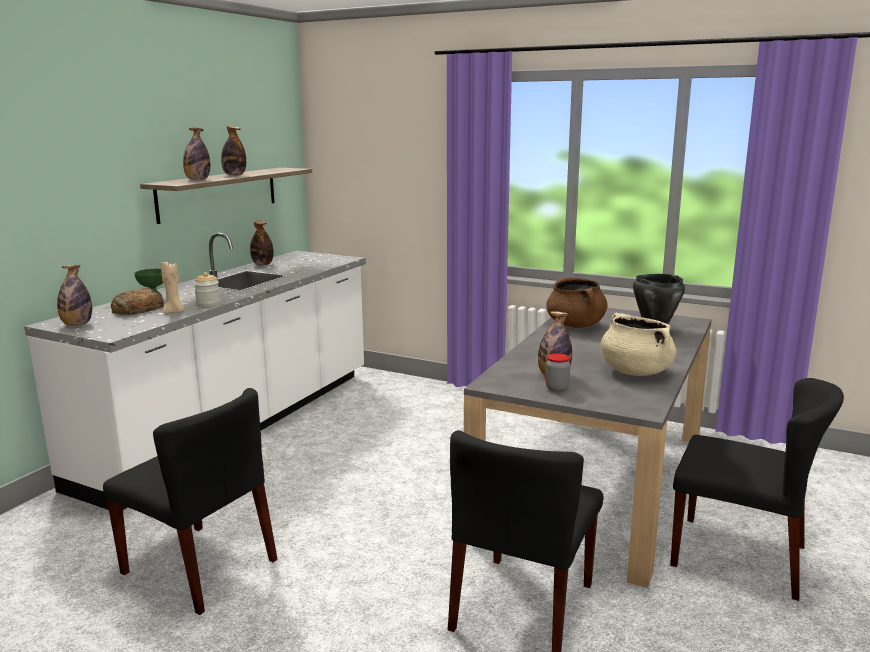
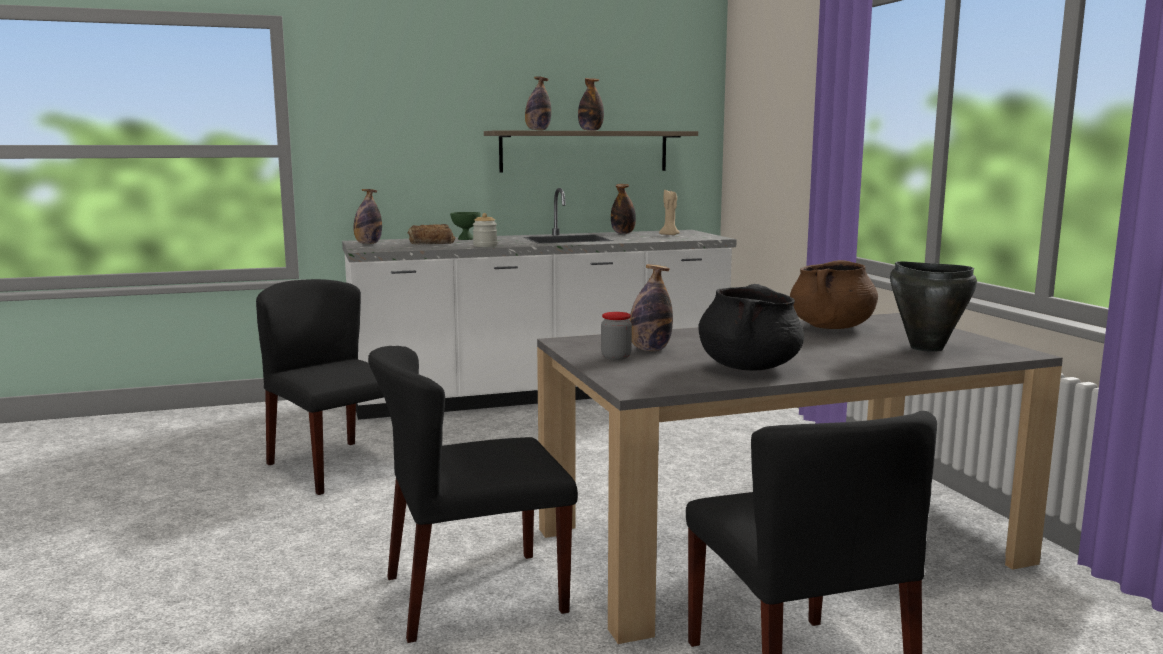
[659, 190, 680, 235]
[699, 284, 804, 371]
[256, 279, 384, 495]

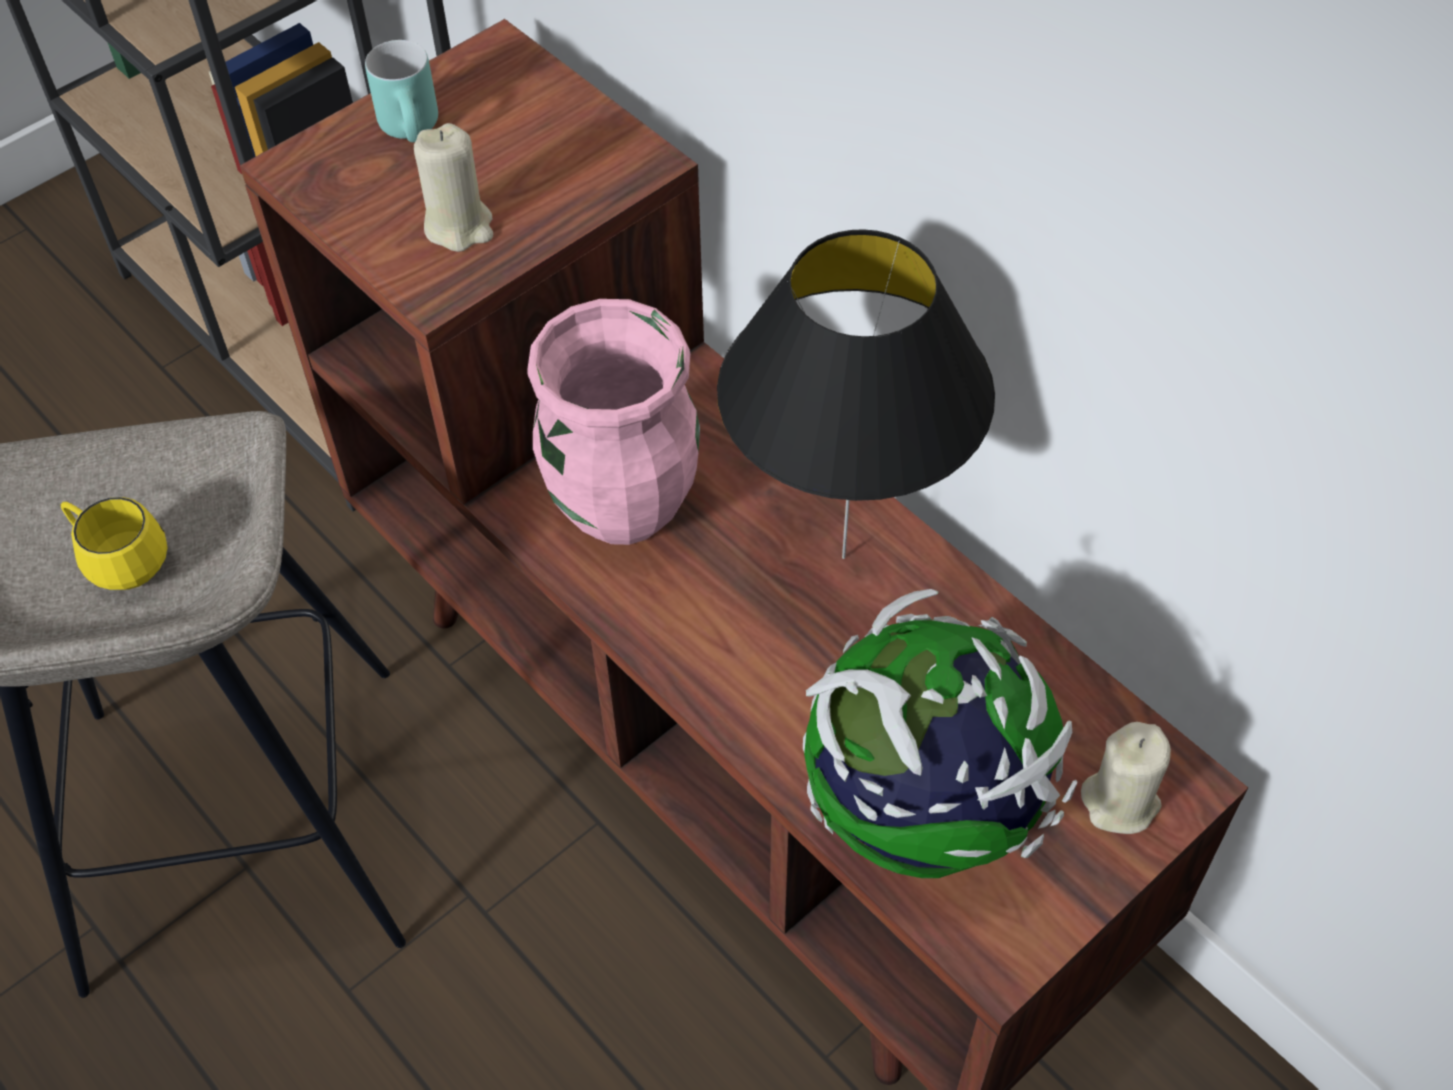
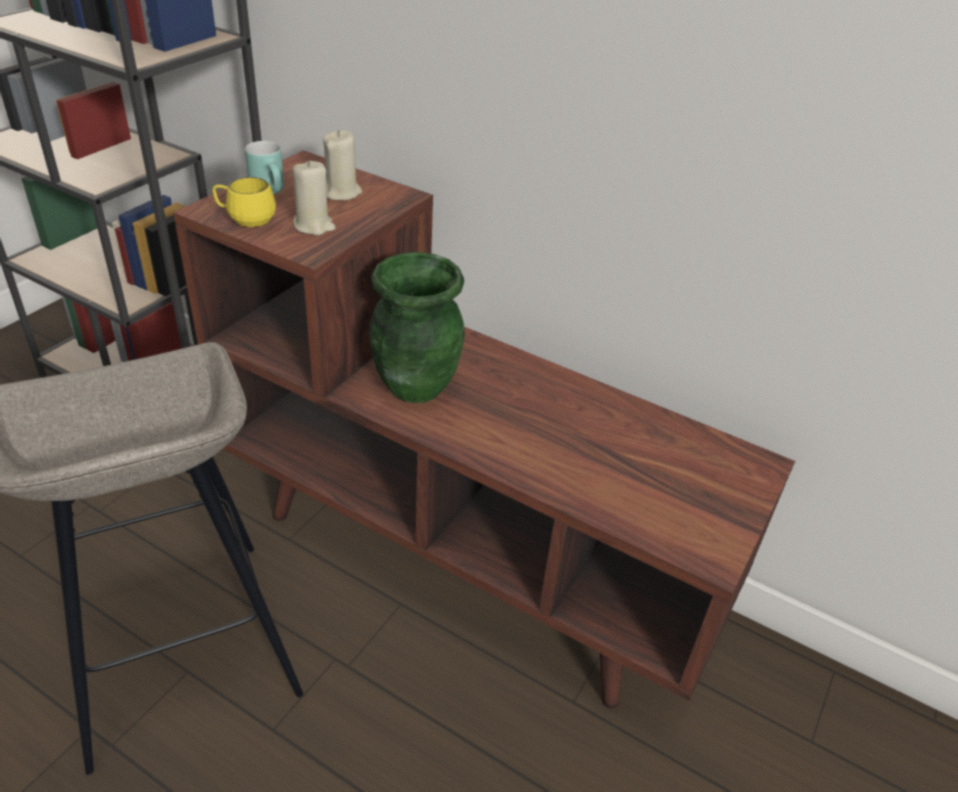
[717, 229, 995, 559] (first image)
[369, 252, 465, 403]
[212, 177, 276, 227]
[803, 589, 1078, 878] (first image)
[323, 130, 362, 200]

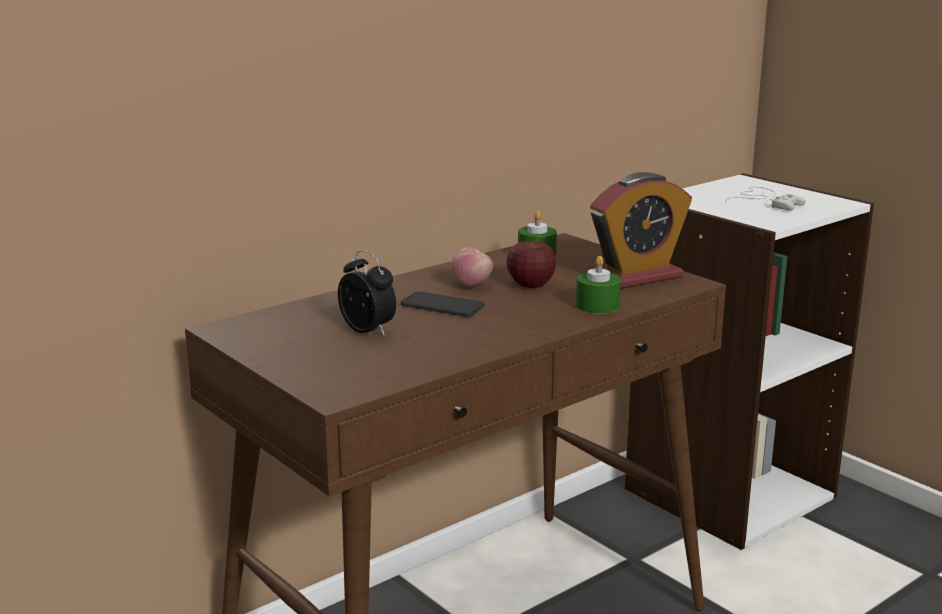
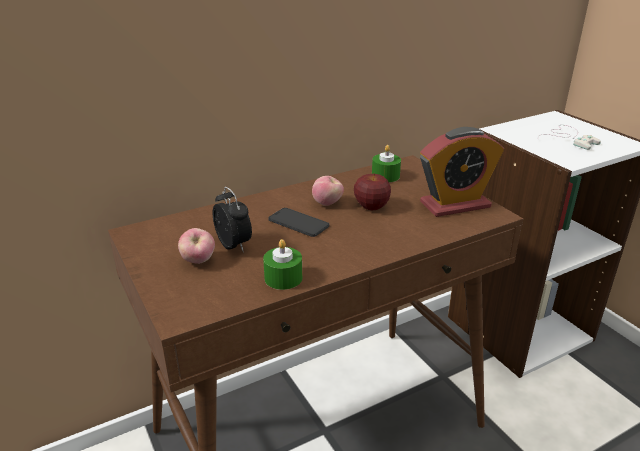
[263, 239, 302, 290]
[178, 228, 215, 264]

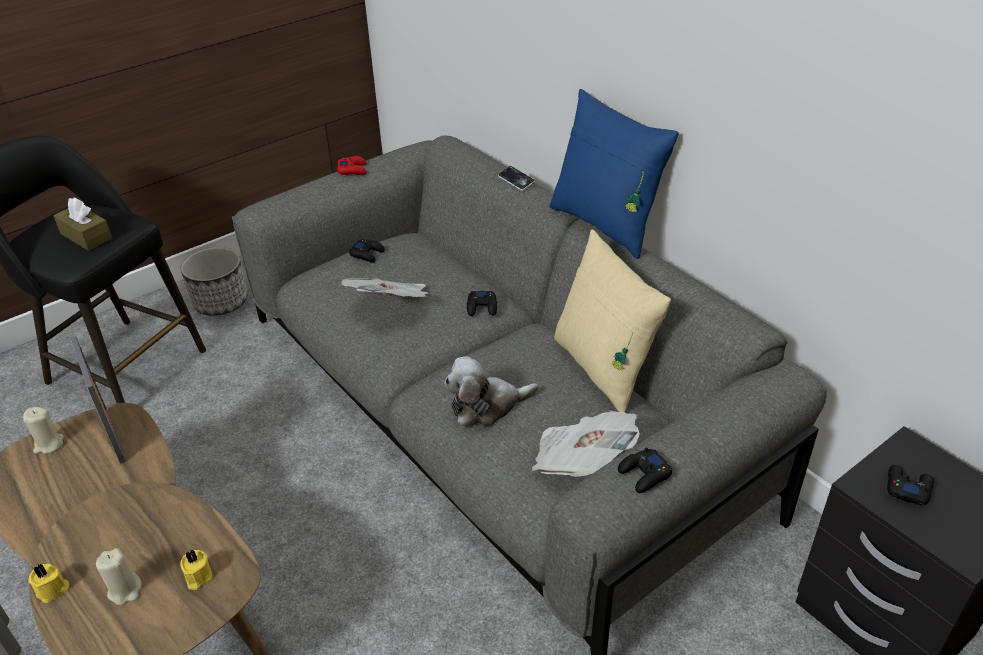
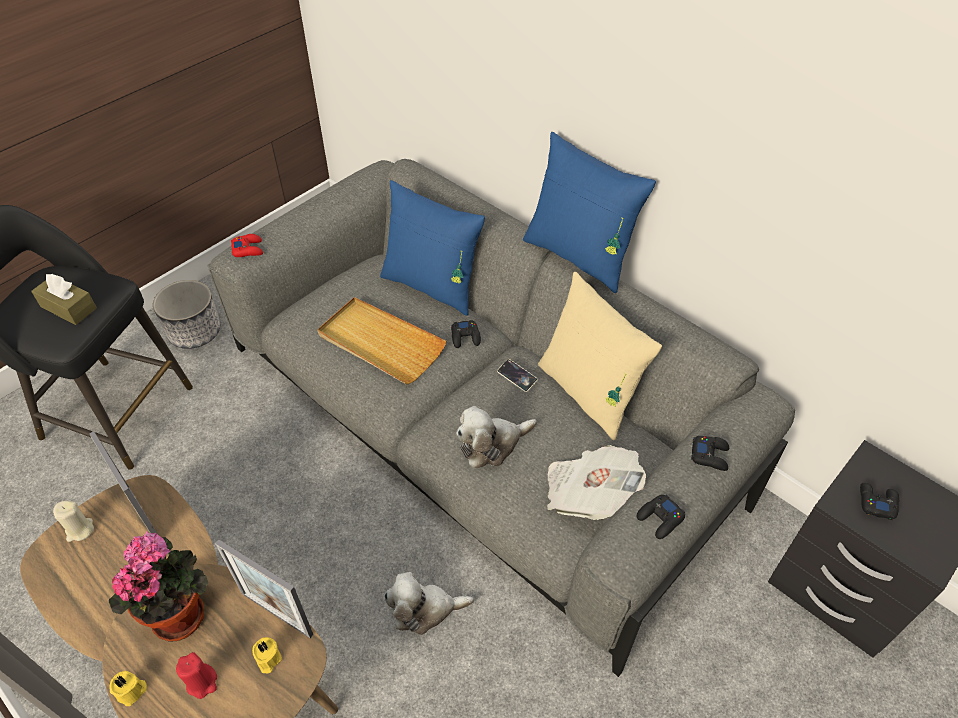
[231, 234, 263, 257]
[497, 359, 538, 392]
[691, 436, 729, 471]
[317, 297, 446, 385]
[176, 652, 217, 699]
[380, 180, 485, 316]
[109, 531, 208, 642]
[215, 539, 313, 638]
[384, 572, 474, 635]

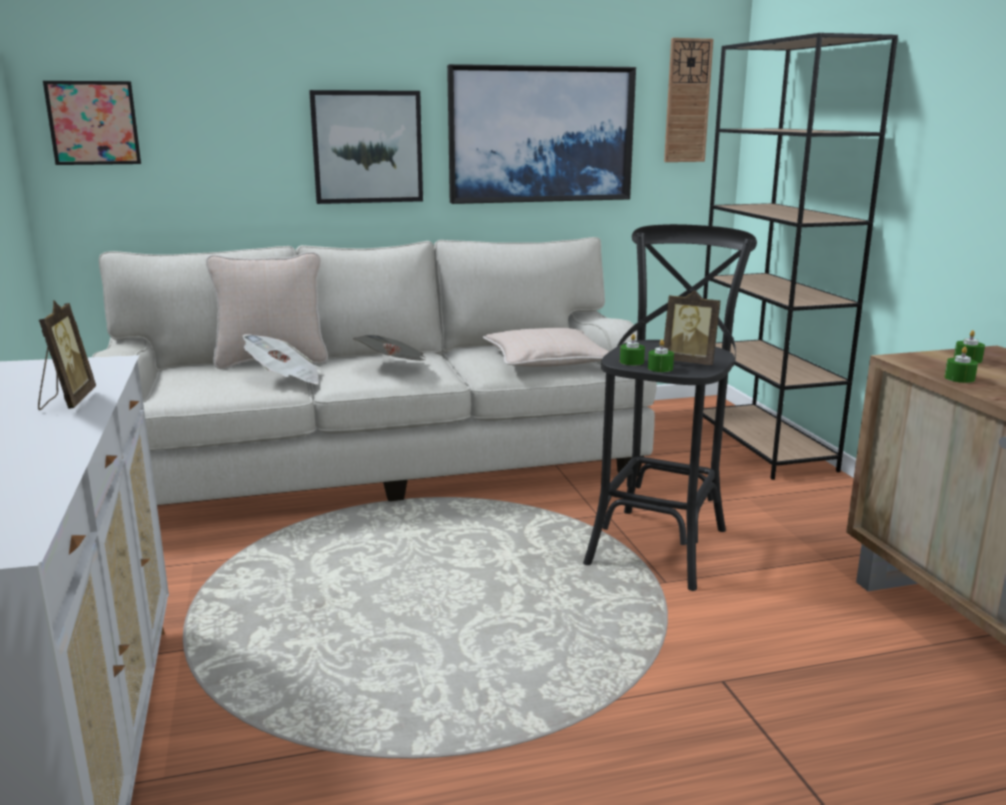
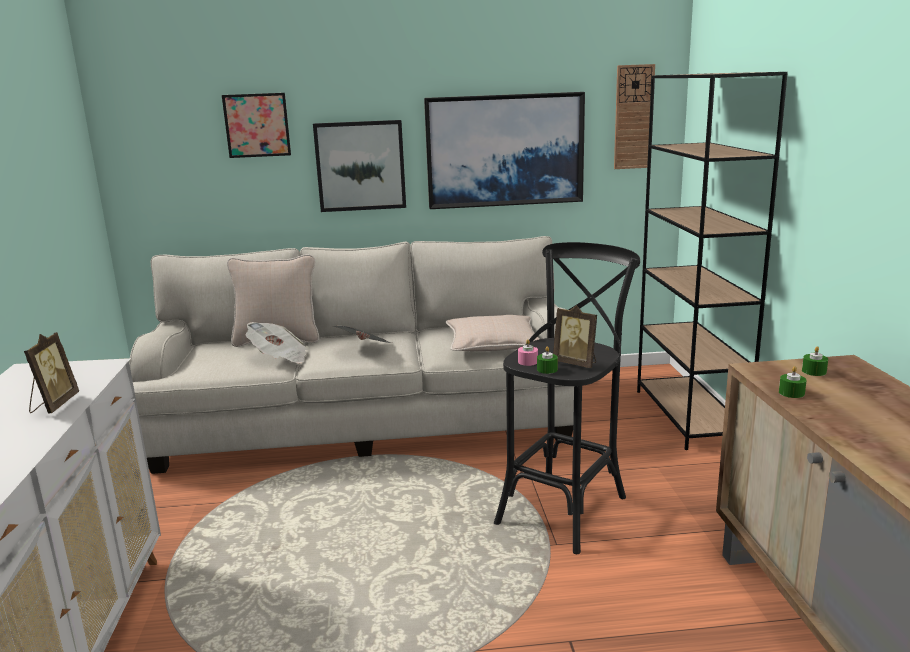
[222, 93, 291, 158]
[518, 339, 538, 366]

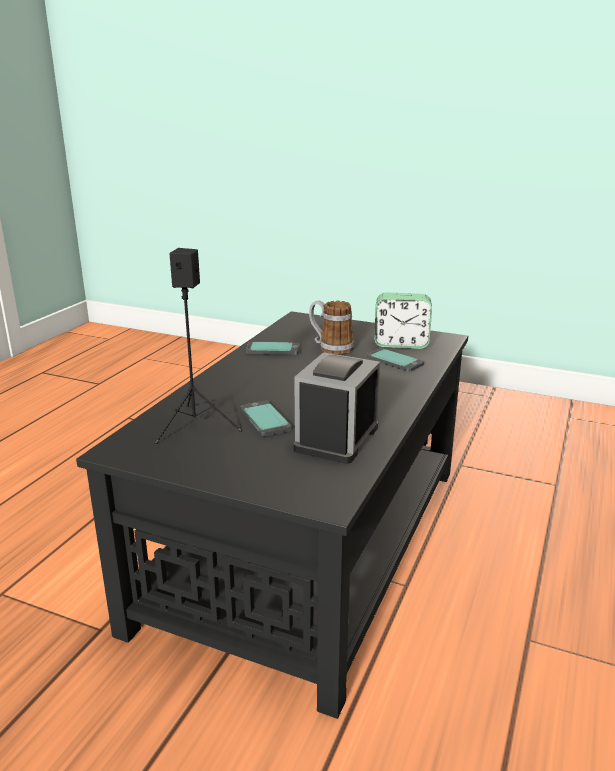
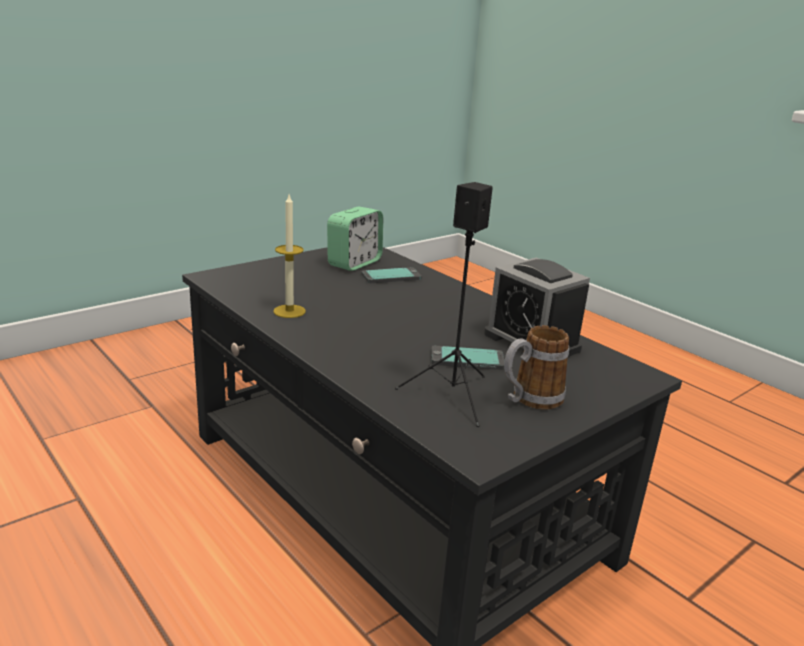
[504, 325, 569, 410]
[273, 195, 306, 318]

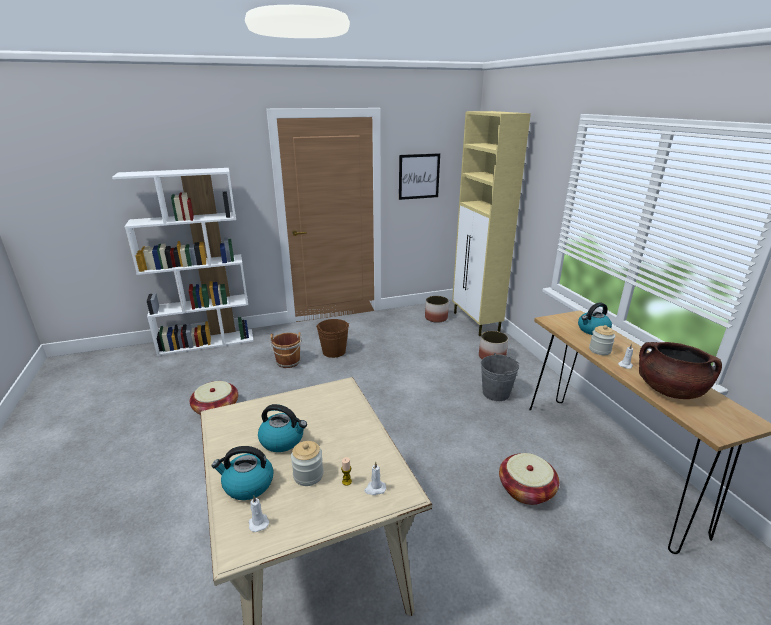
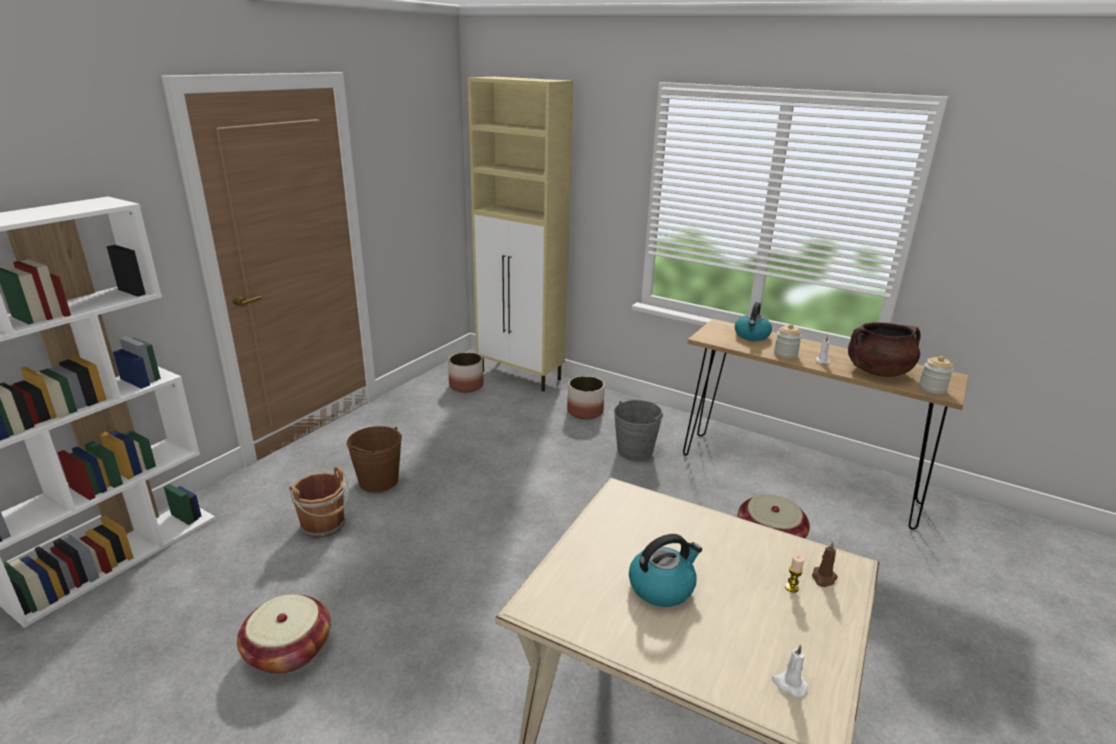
[399, 153, 440, 200] (first image)
[919, 356, 954, 394]
[212, 446, 273, 500] (first image)
[812, 542, 838, 587]

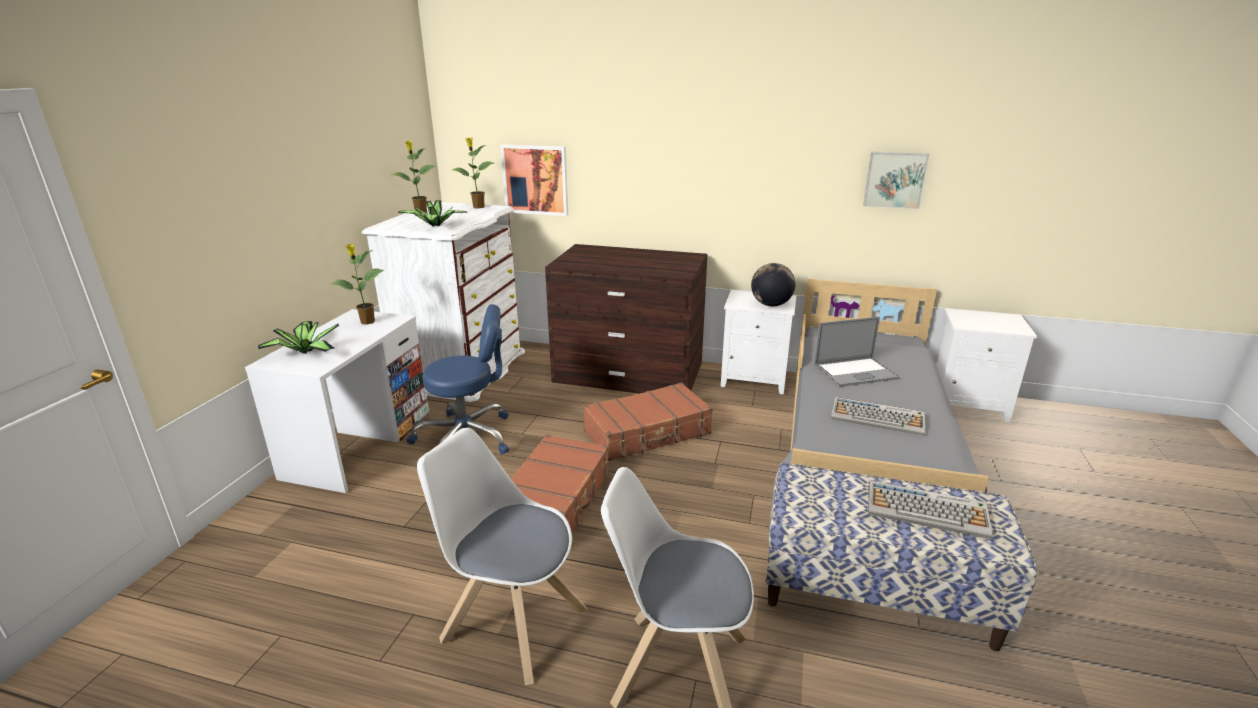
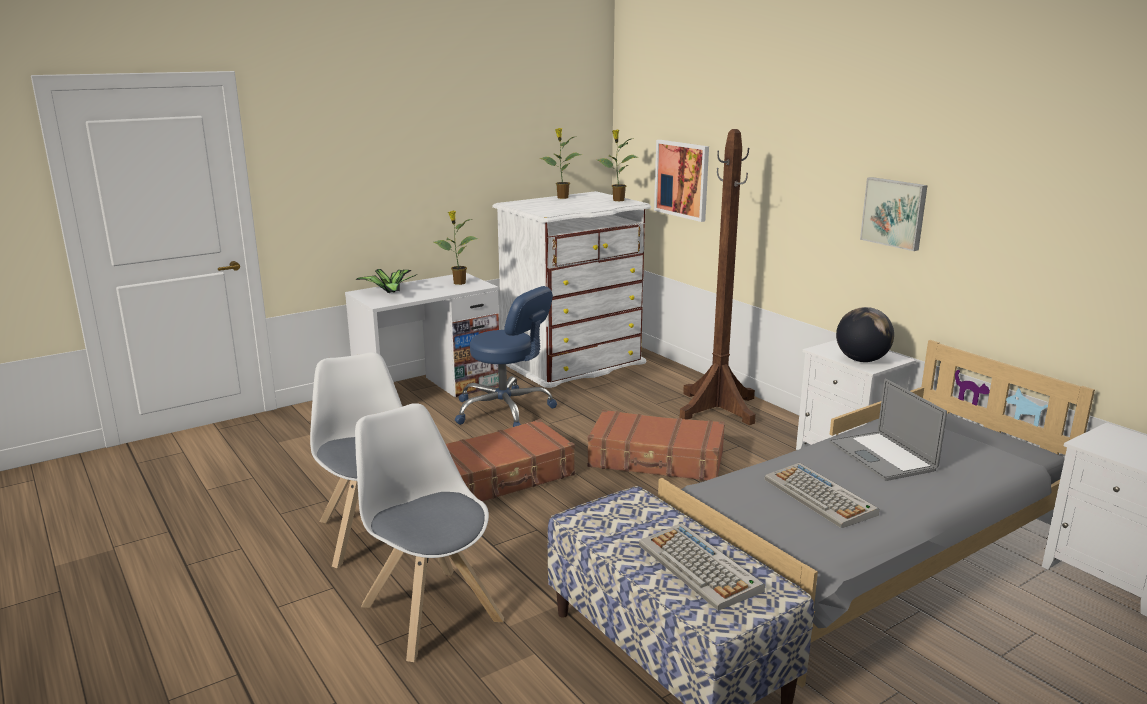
[860, 177, 928, 251]
[398, 200, 468, 227] (first image)
[679, 129, 756, 425]
[829, 379, 947, 481]

